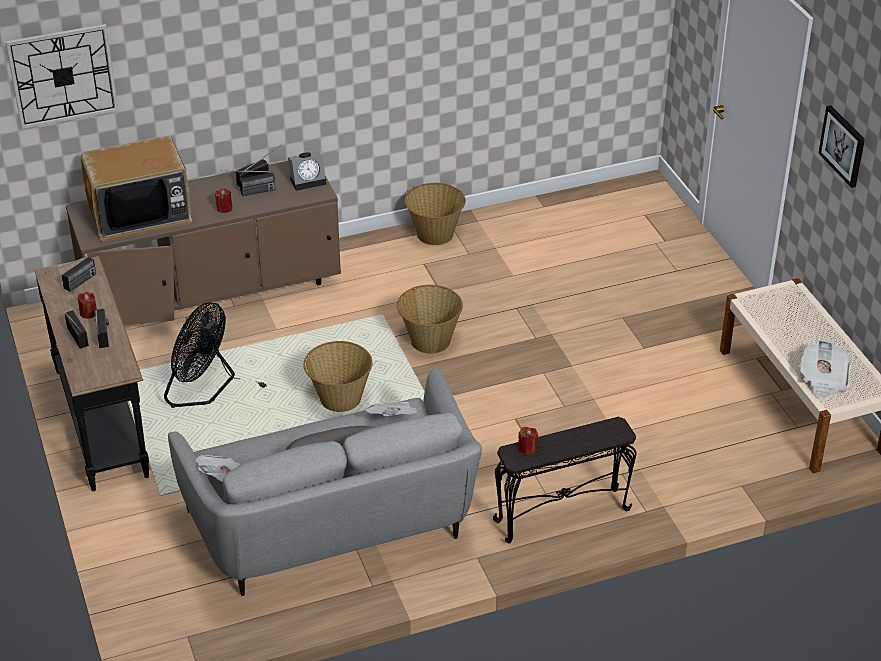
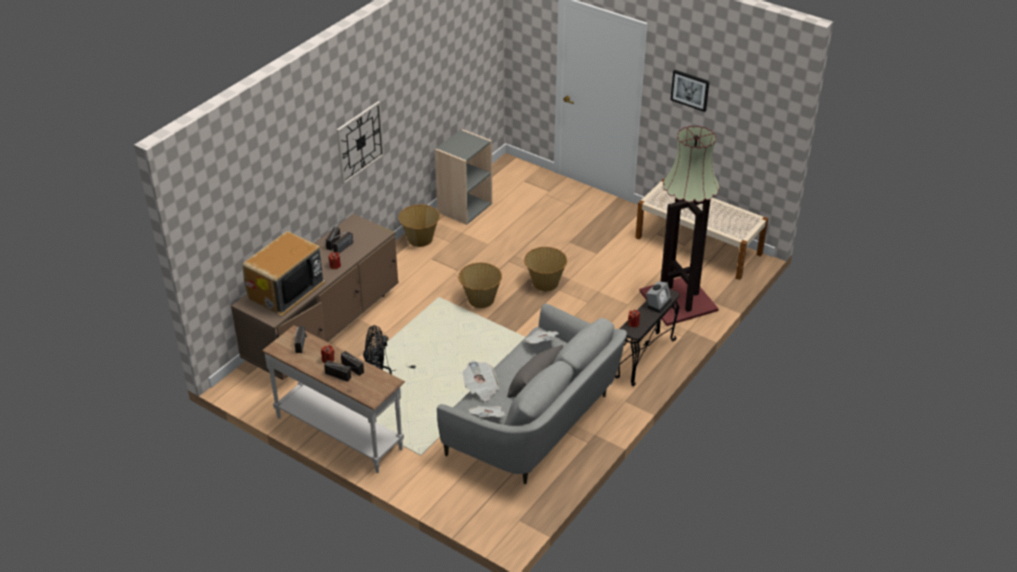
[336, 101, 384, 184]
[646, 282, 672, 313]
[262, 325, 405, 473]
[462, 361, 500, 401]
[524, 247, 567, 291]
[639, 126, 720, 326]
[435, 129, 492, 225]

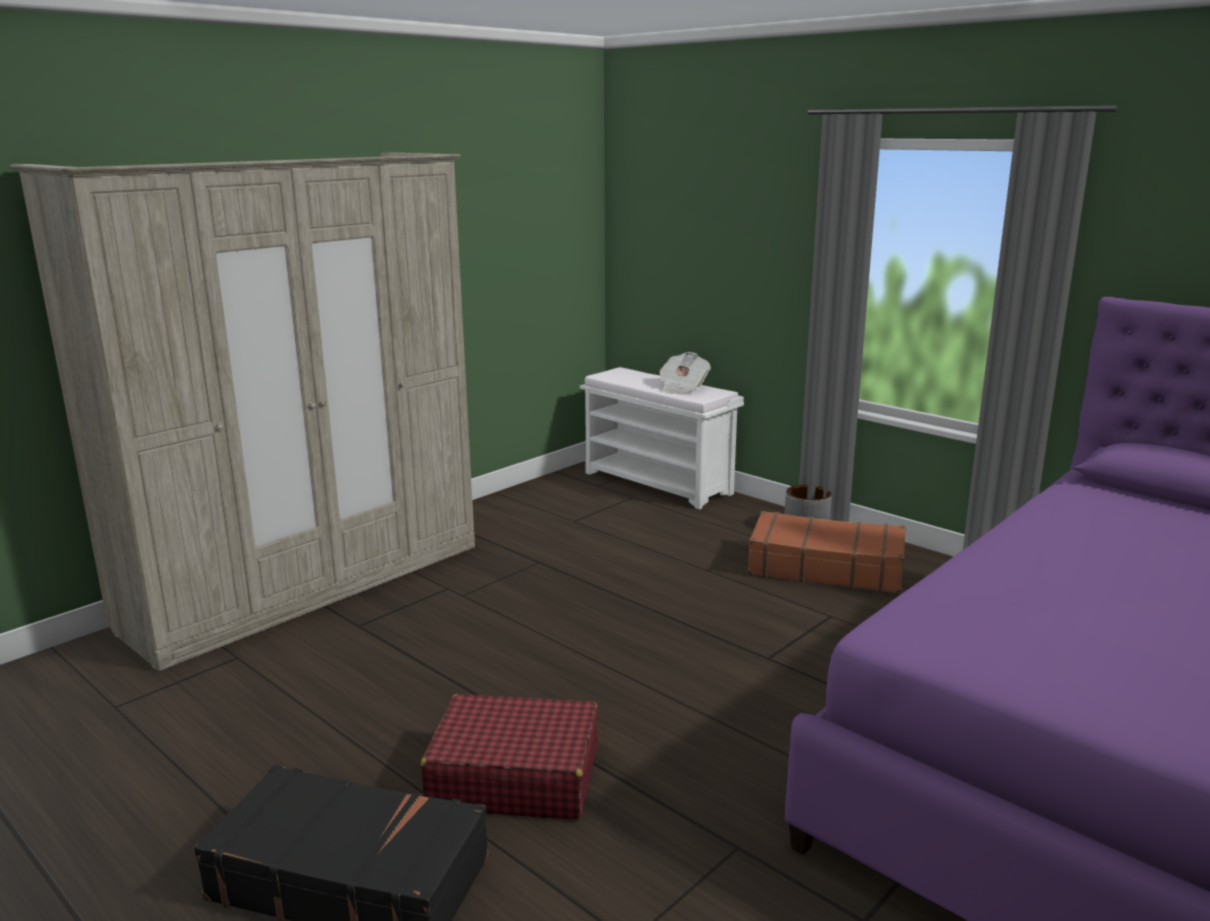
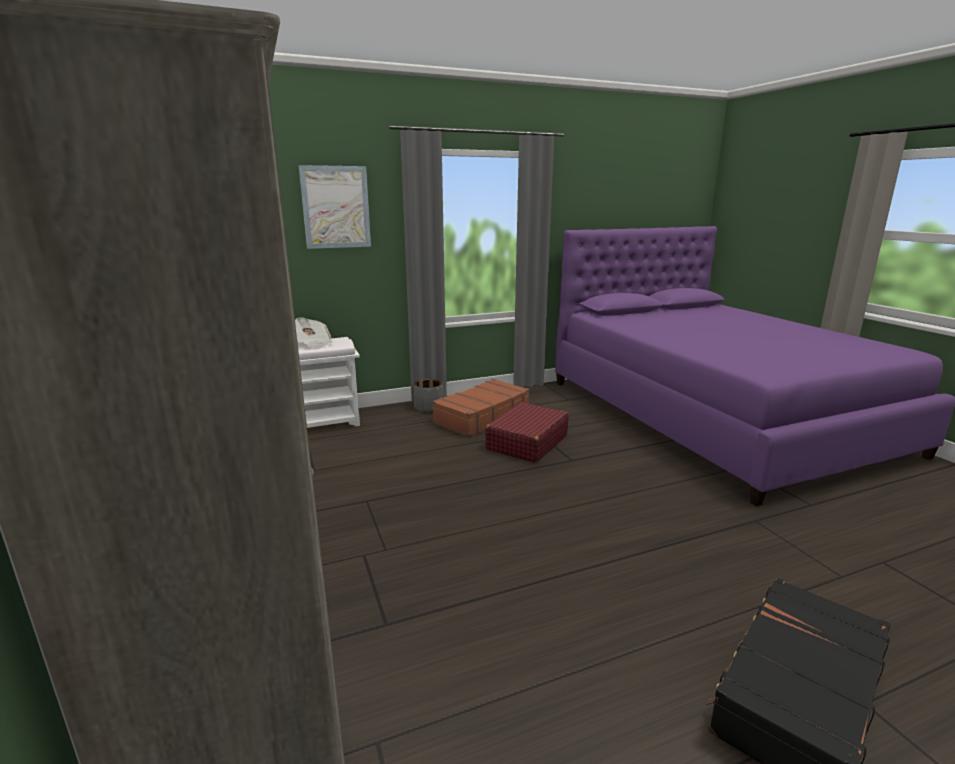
[485, 402, 569, 463]
[299, 165, 371, 249]

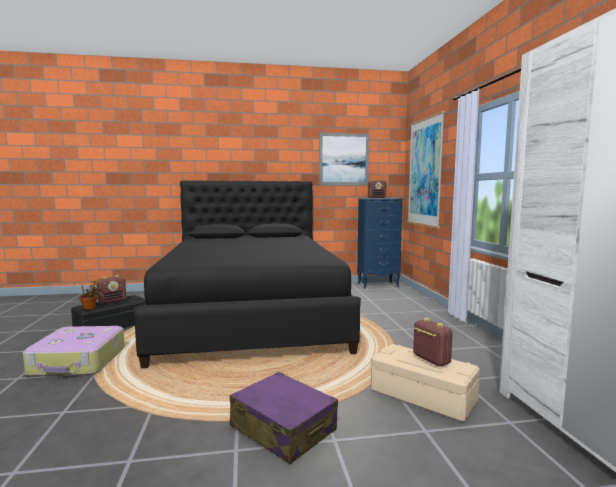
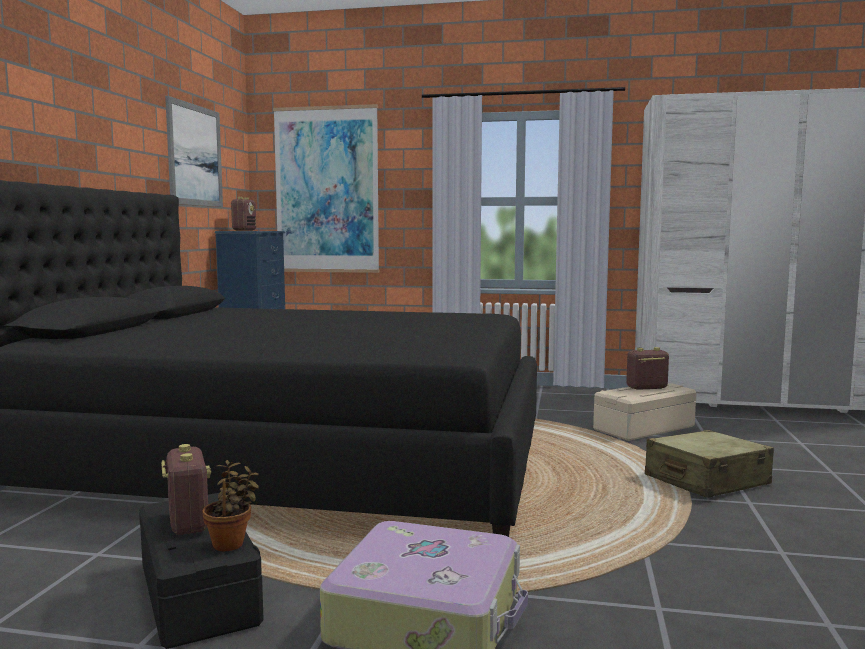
[645, 430, 774, 498]

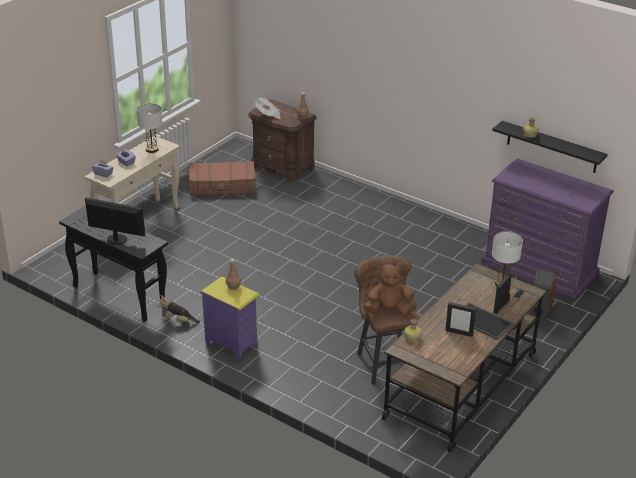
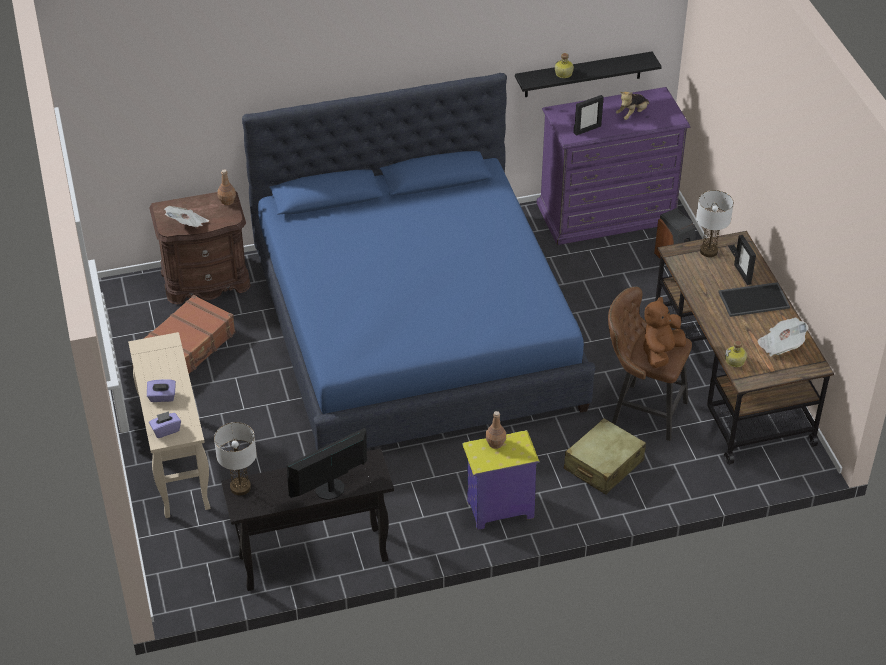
[214, 422, 257, 495]
[616, 92, 649, 120]
[573, 95, 604, 136]
[242, 73, 595, 450]
[758, 318, 809, 356]
[564, 418, 646, 494]

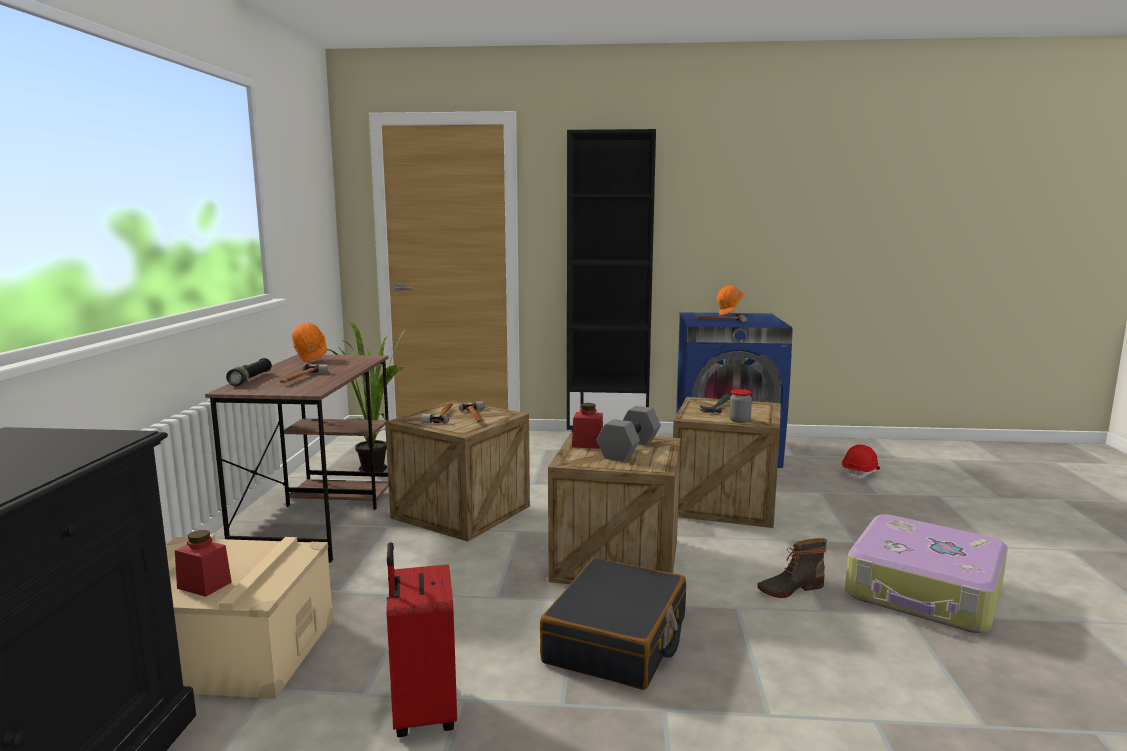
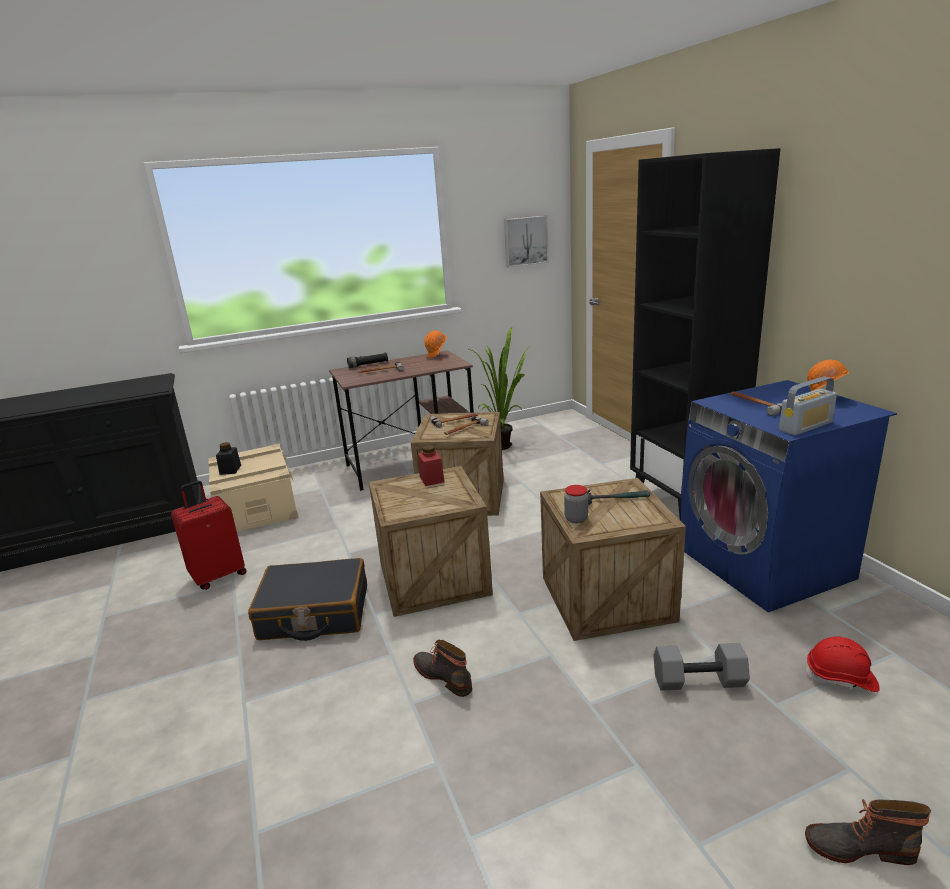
[653, 643, 750, 691]
[845, 514, 1008, 633] (first image)
[216, 442, 241, 475]
[504, 216, 549, 267]
[779, 377, 837, 435]
[805, 799, 931, 865]

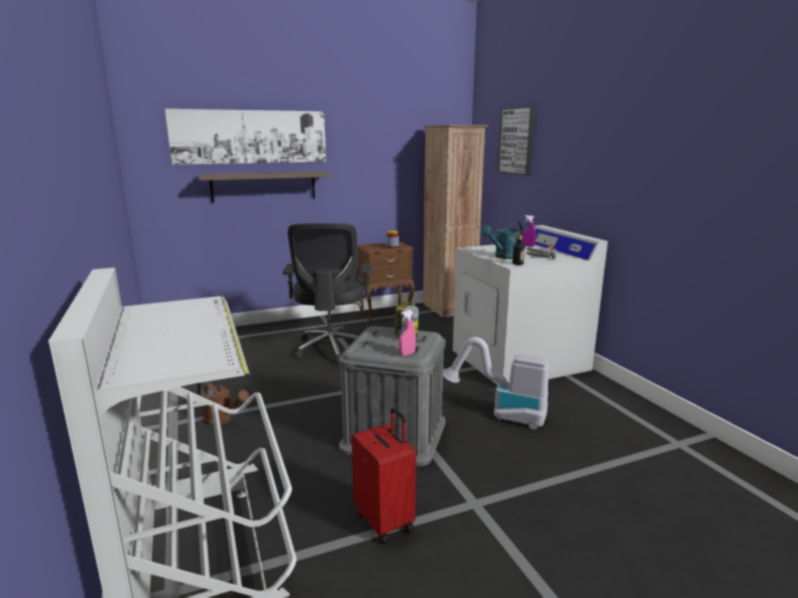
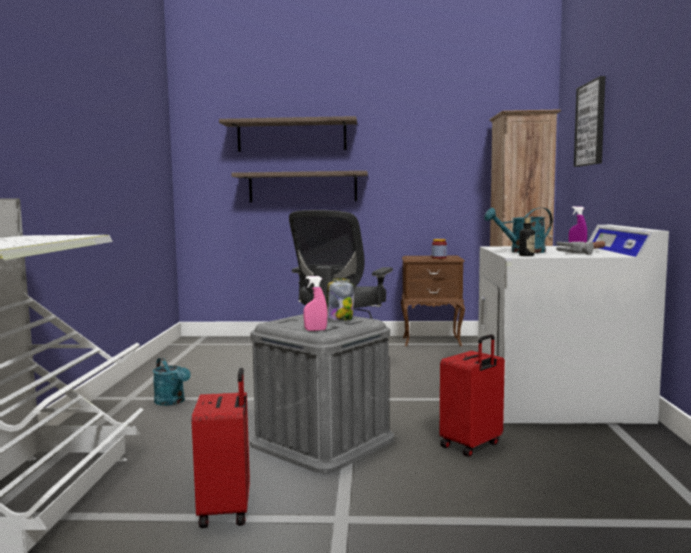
[219, 116, 357, 152]
[440, 334, 505, 457]
[153, 358, 191, 406]

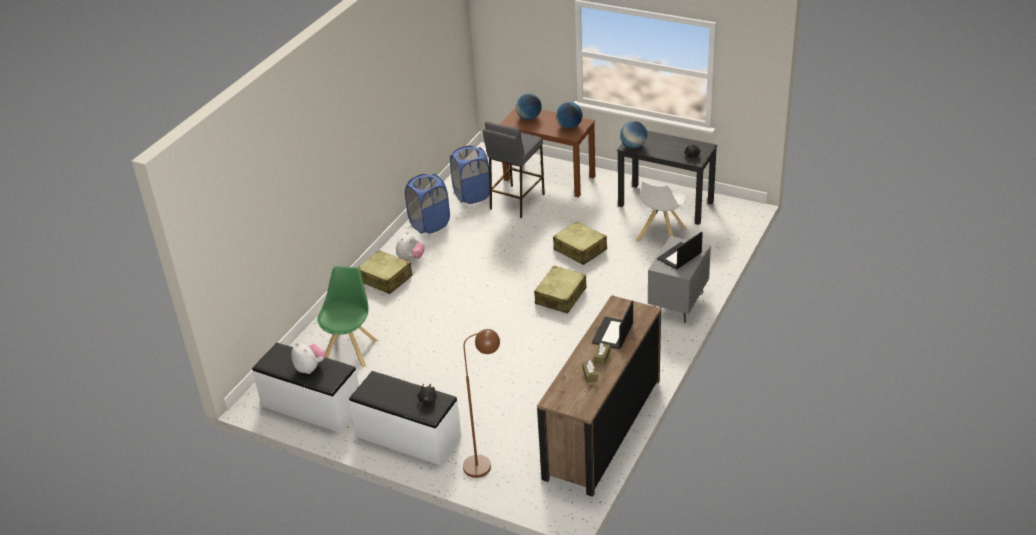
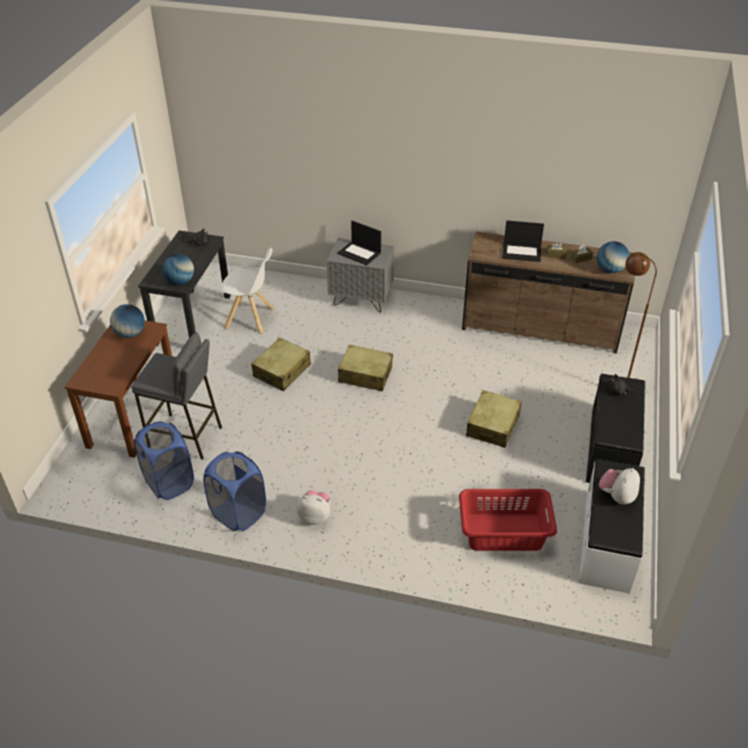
[597, 241, 630, 273]
[466, 390, 522, 448]
[459, 489, 557, 551]
[586, 374, 645, 483]

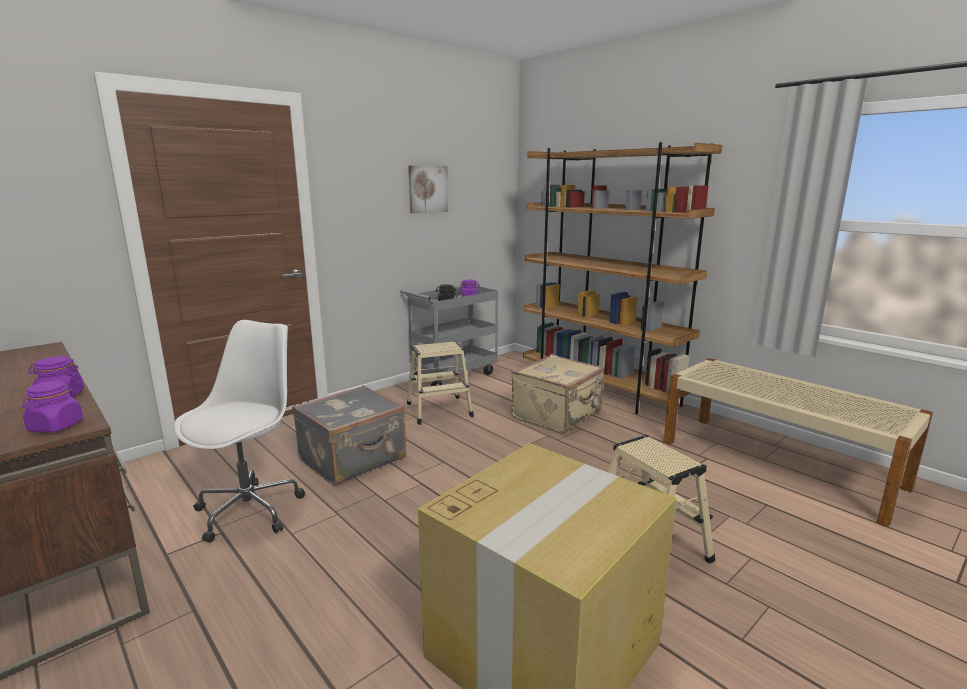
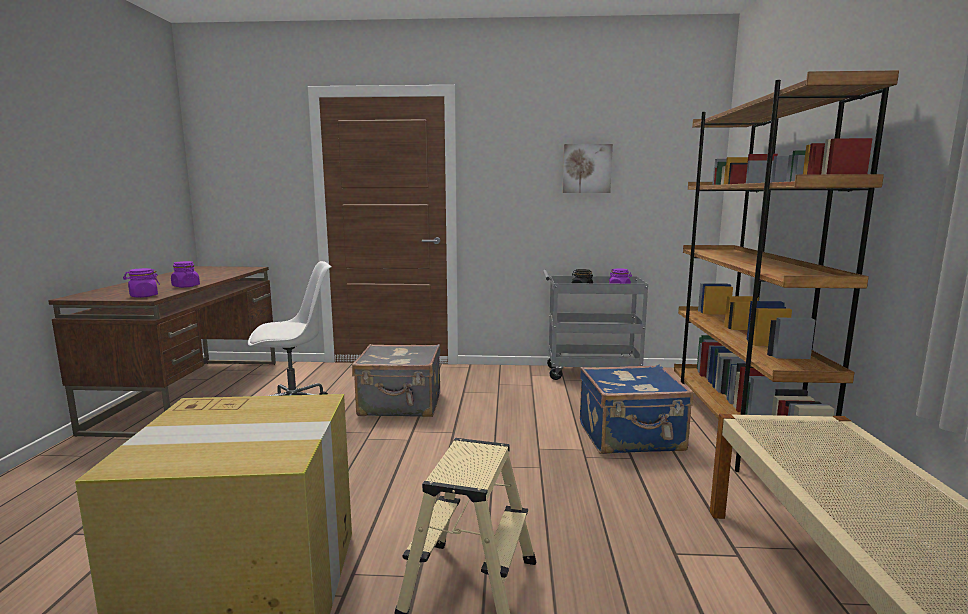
[407, 341, 474, 425] (first image)
[580, 365, 693, 454]

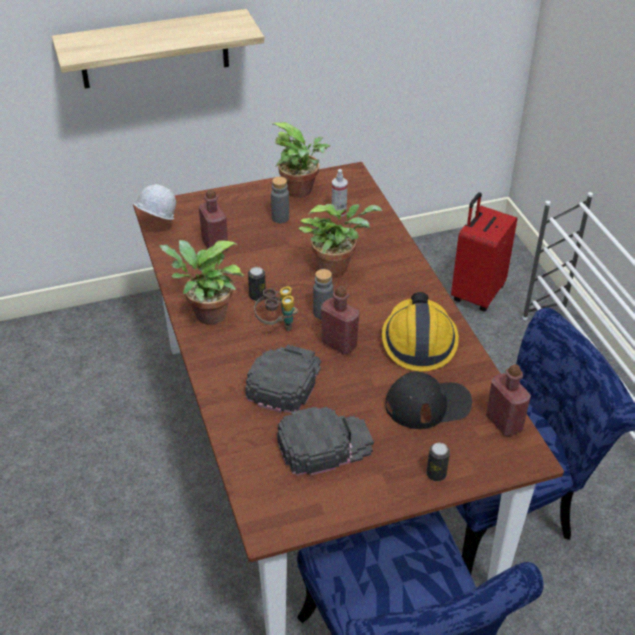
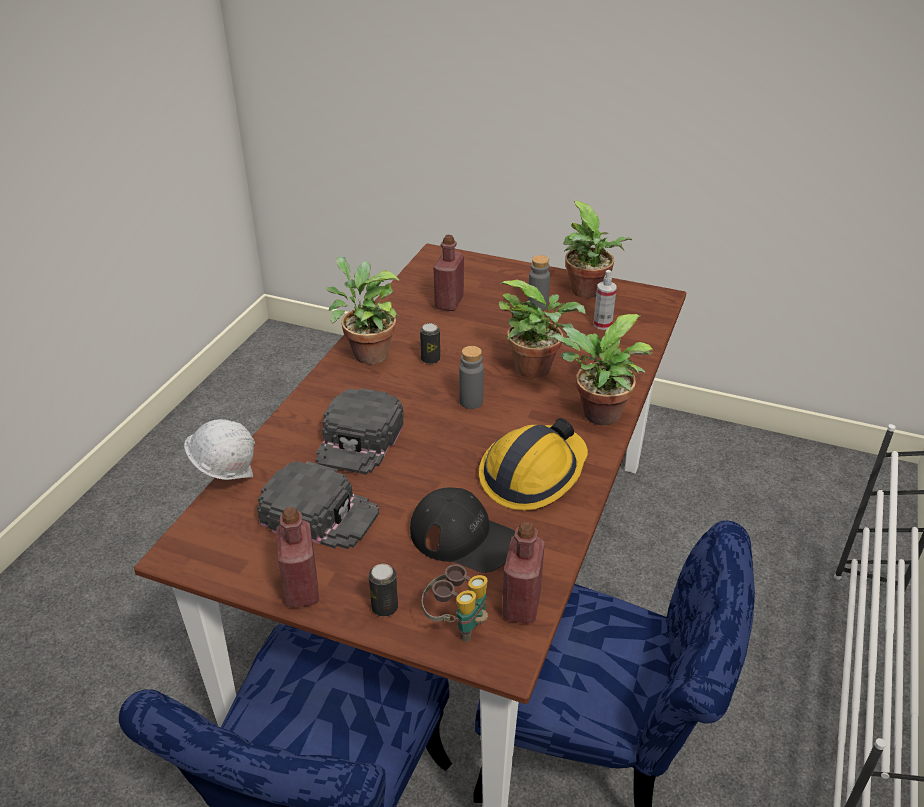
[52, 9, 264, 89] (first image)
[184, 419, 255, 480]
[451, 192, 517, 311] (first image)
[422, 564, 488, 642]
[276, 507, 319, 608]
[316, 388, 404, 475]
[548, 314, 653, 425]

